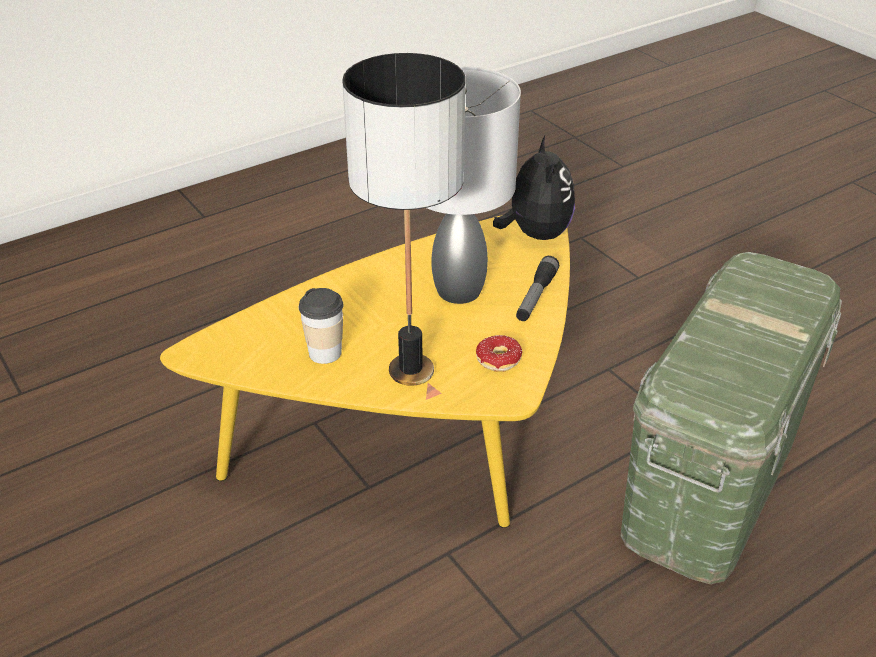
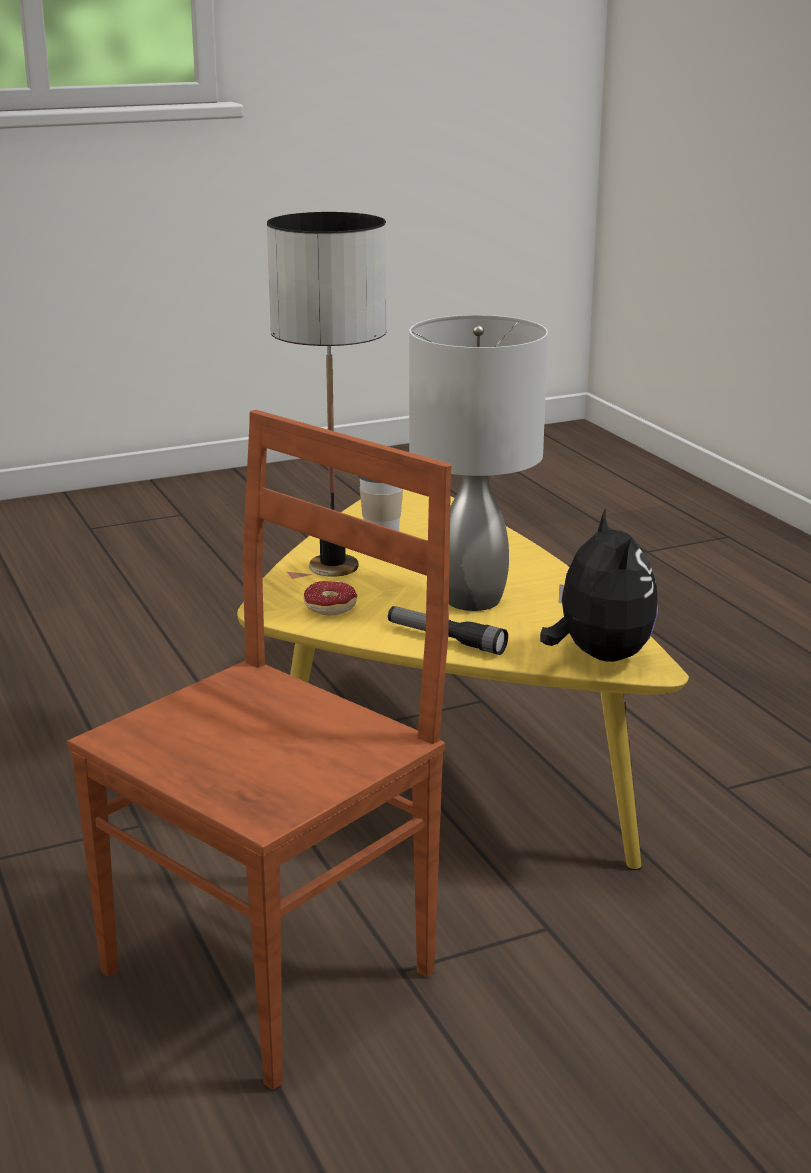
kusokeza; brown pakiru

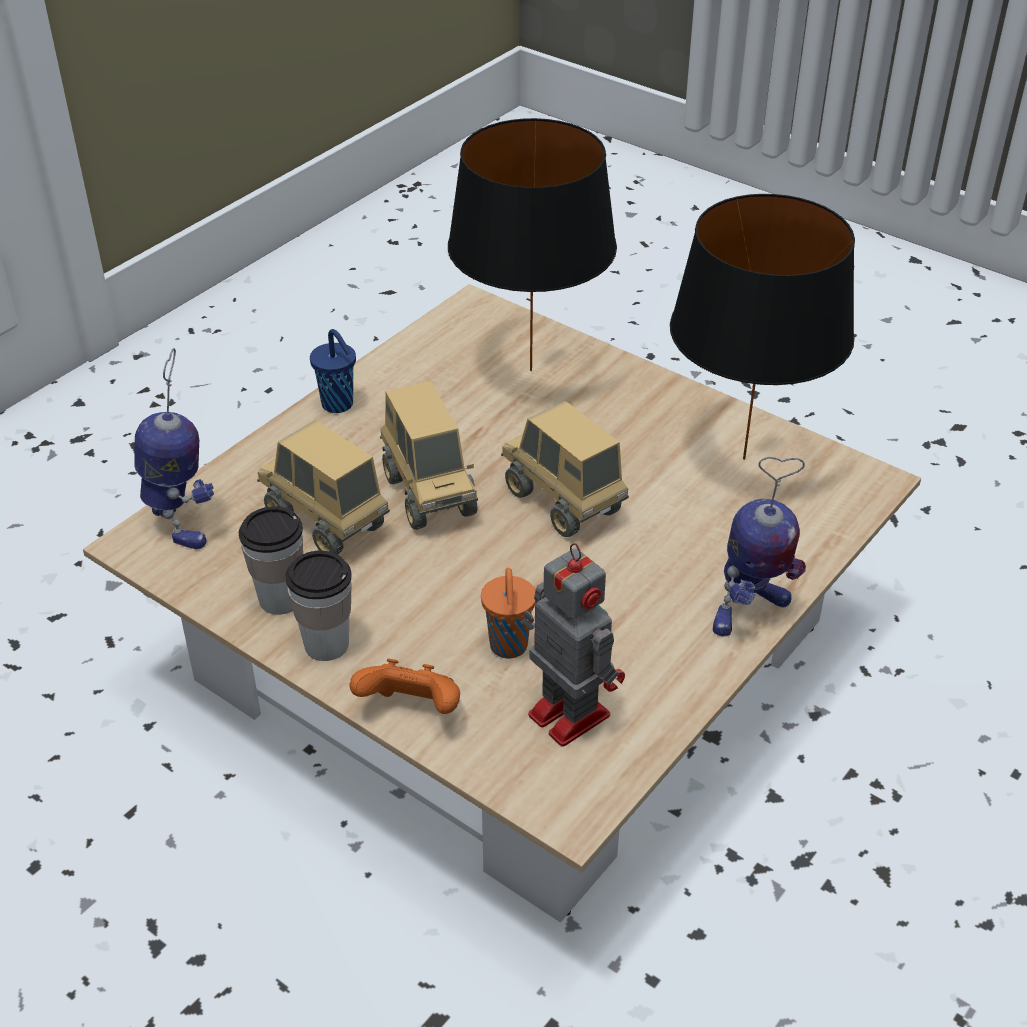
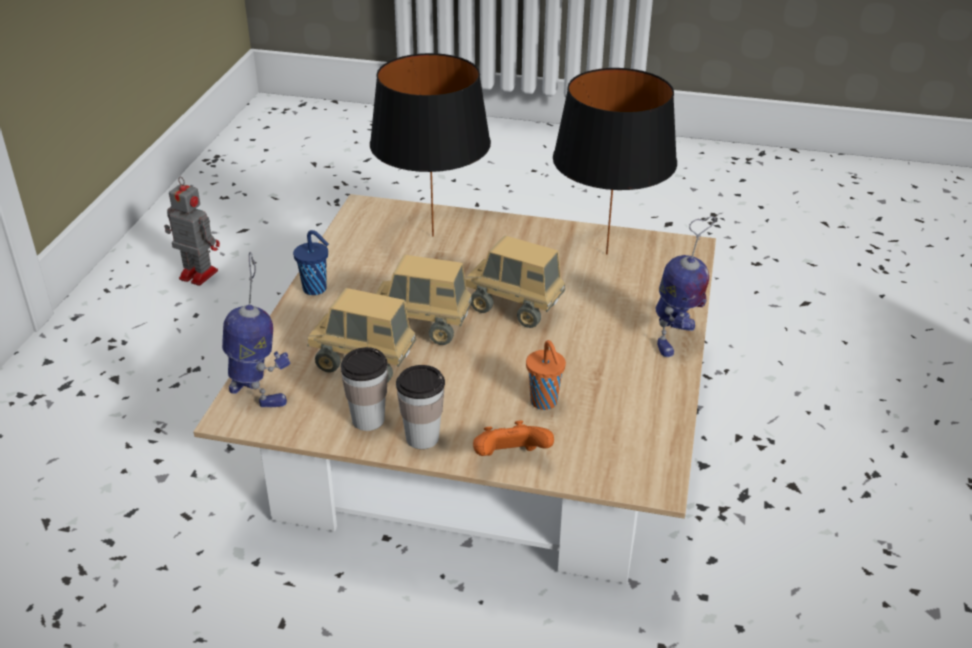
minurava (no. 2 from left); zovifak (no. 1 from left)

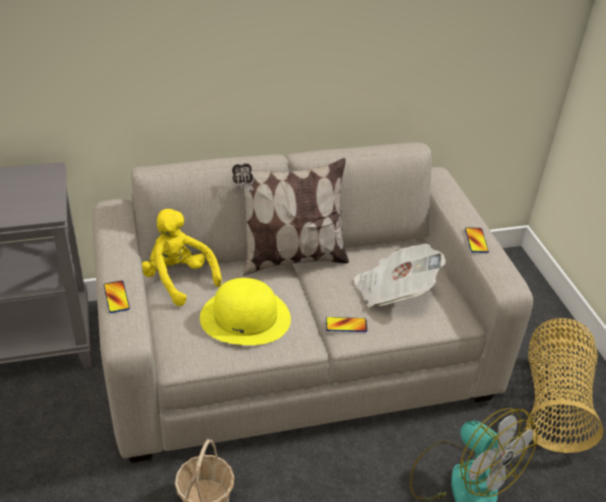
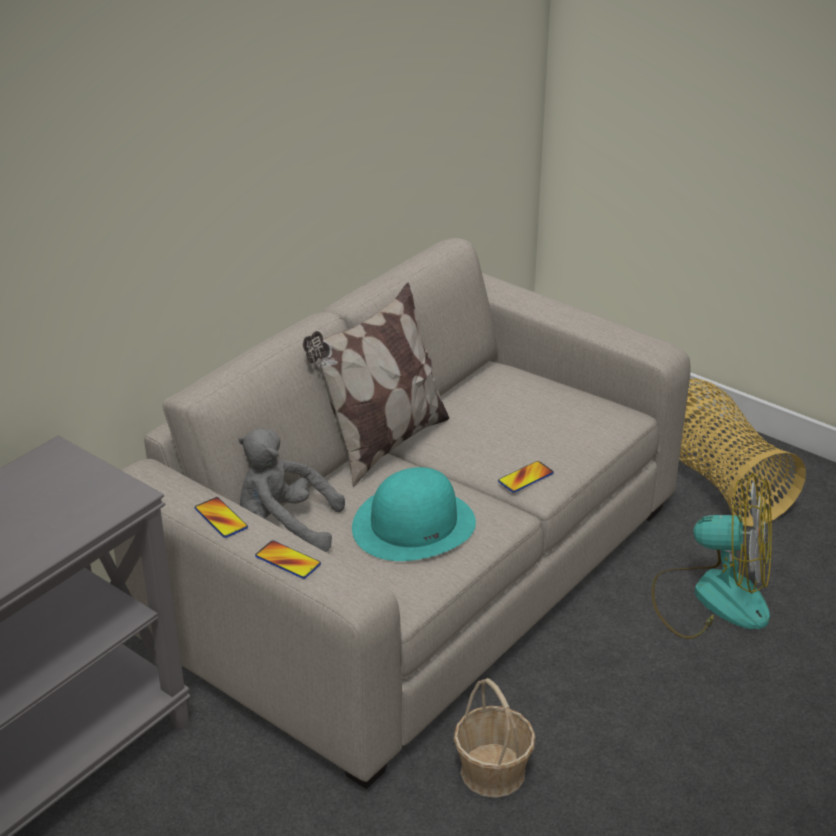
grey kusokeza; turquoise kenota; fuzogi; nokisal (no. 1 from left)

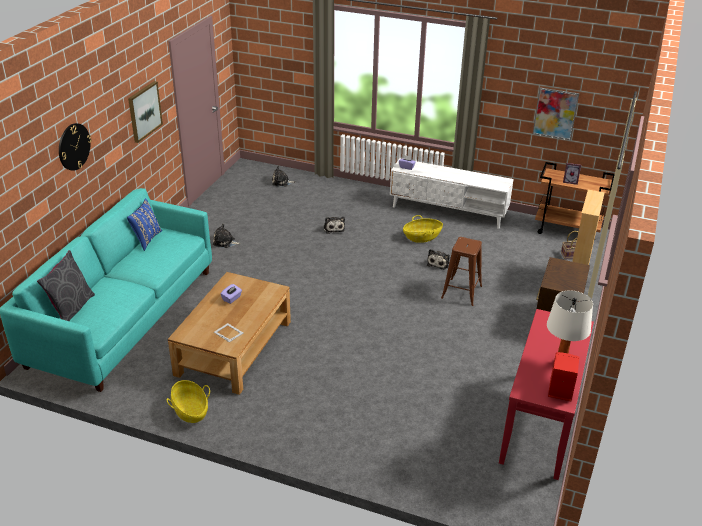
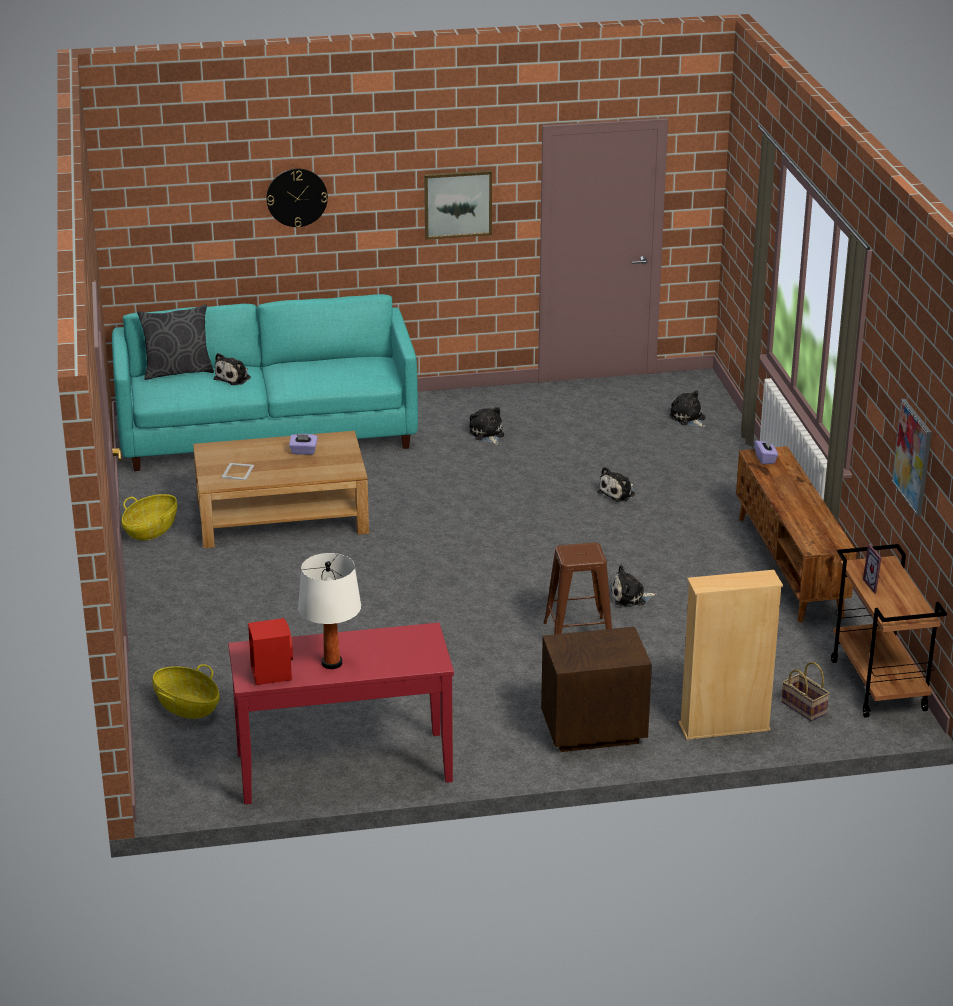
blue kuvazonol; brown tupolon; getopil (no. 2 from left); kusokeza (no. 1 from left)

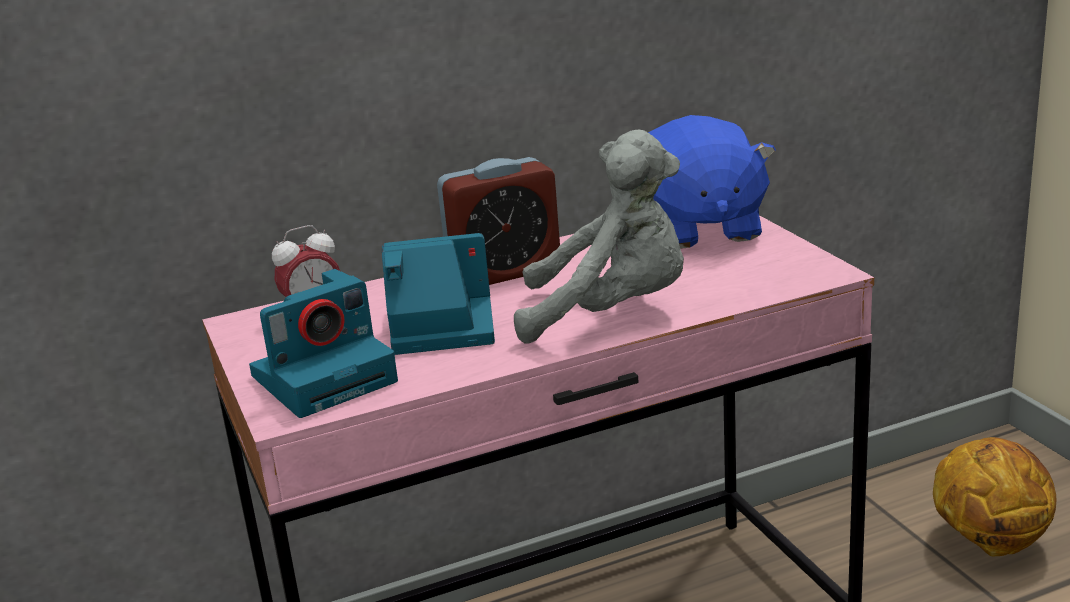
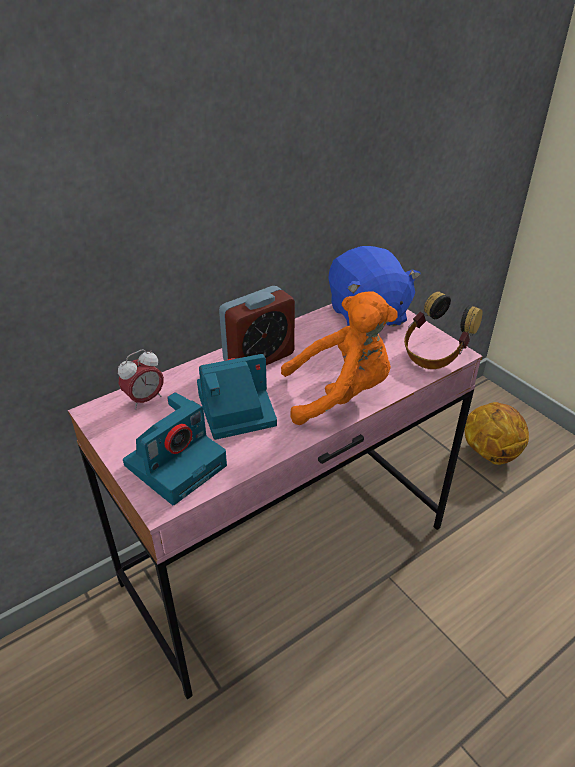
orange kusokeza; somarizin

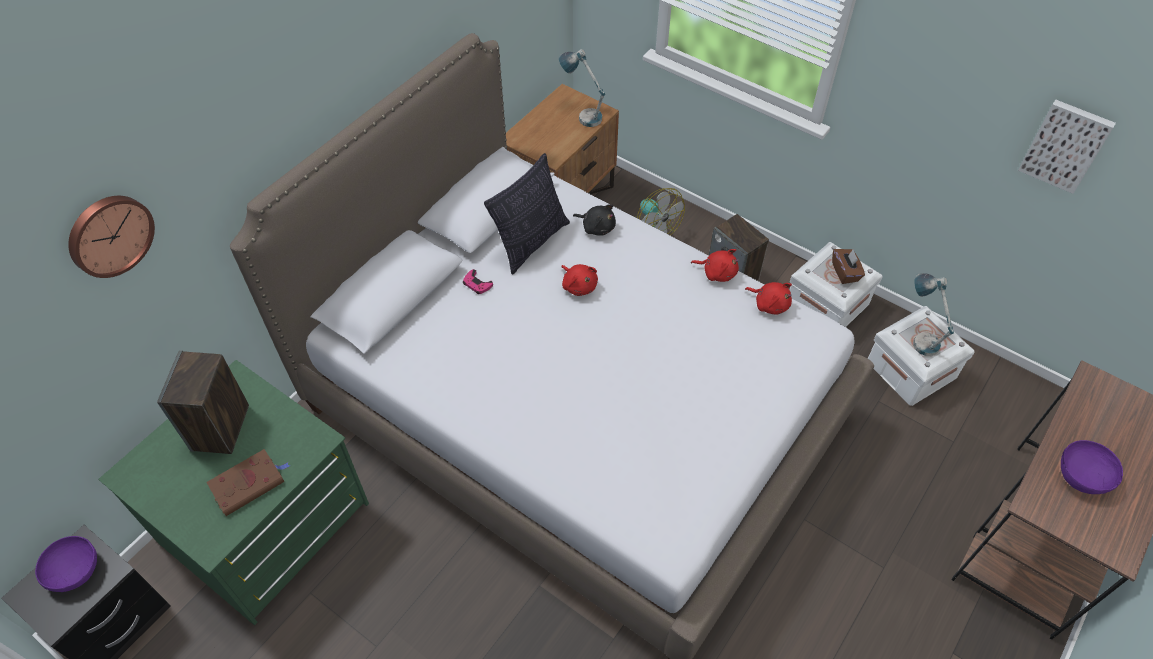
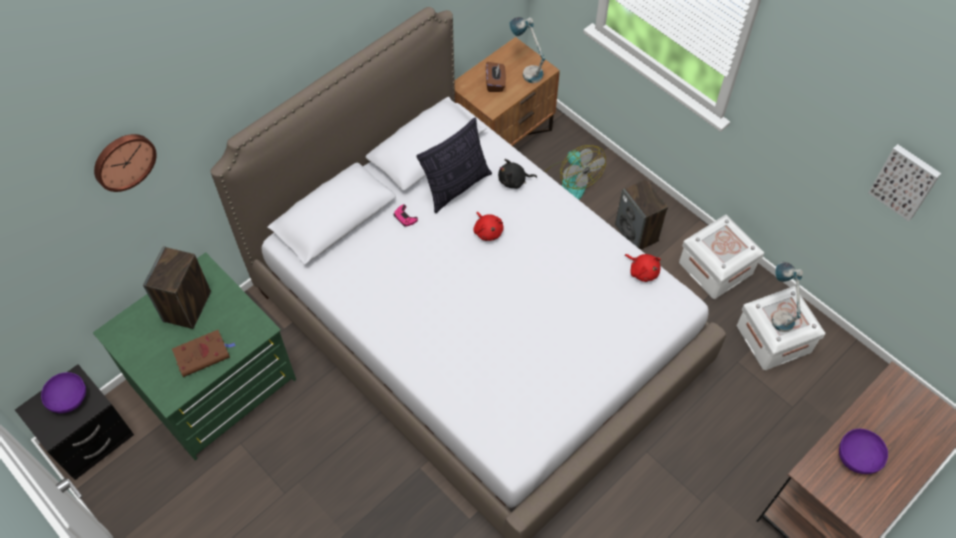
black kusokeza; red kusokeza (no. 2 from left in the first image); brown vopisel

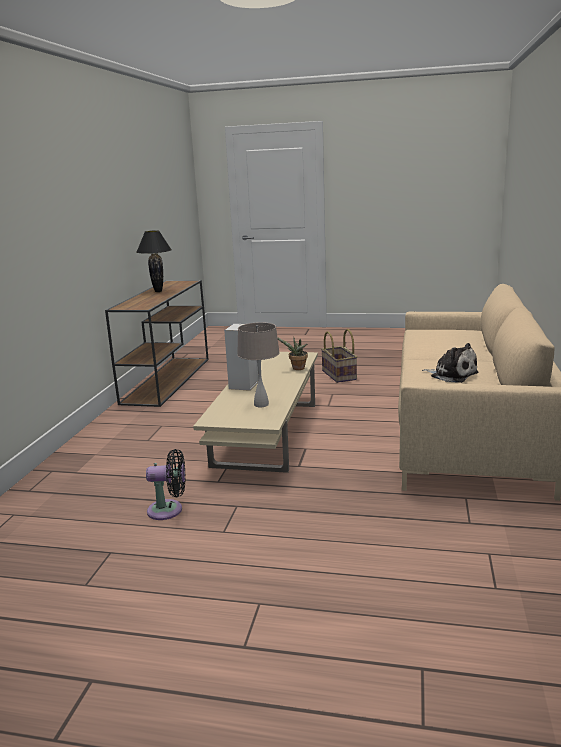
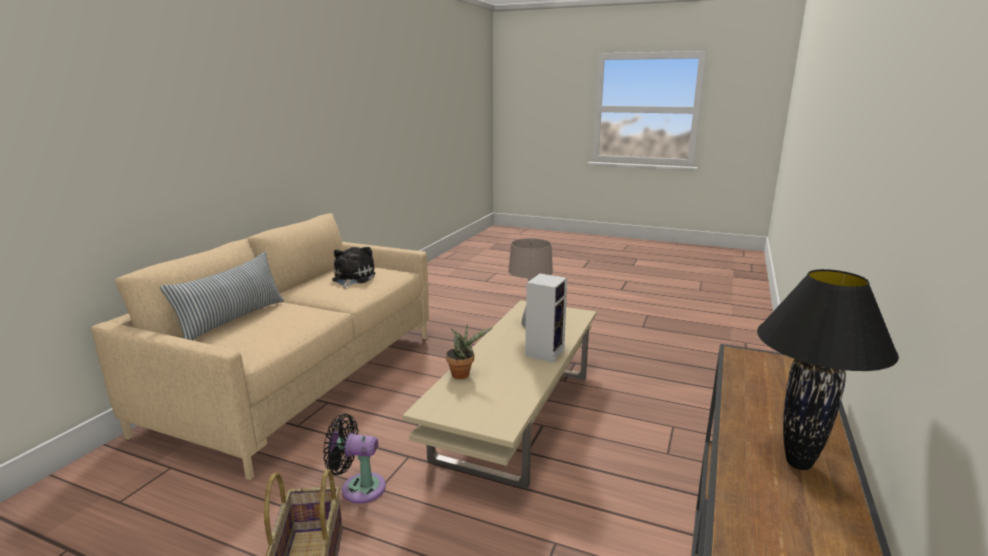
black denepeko; kusokeza; kuvazonol

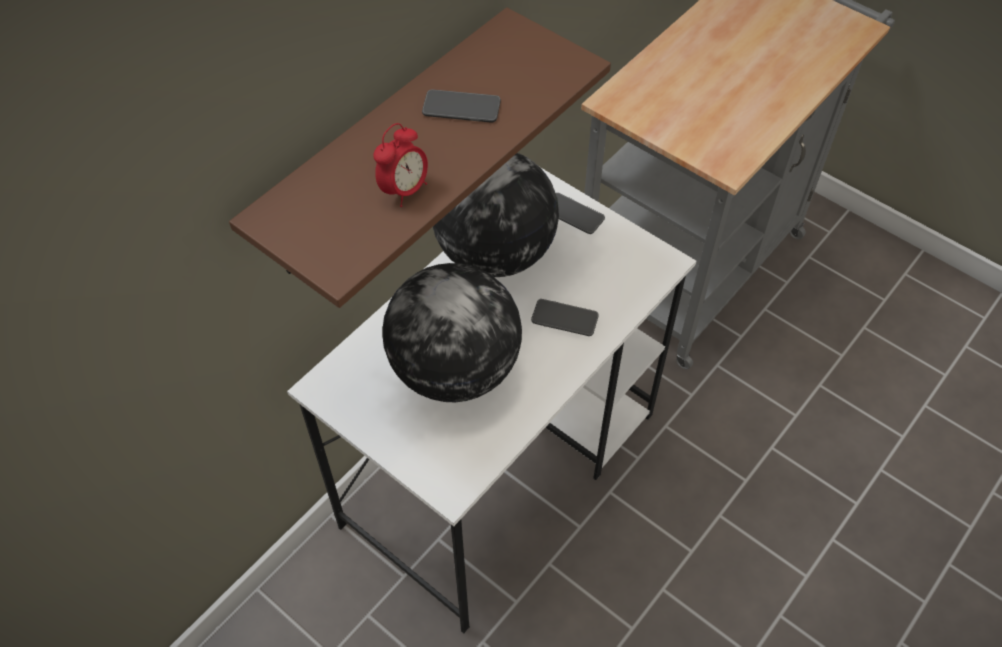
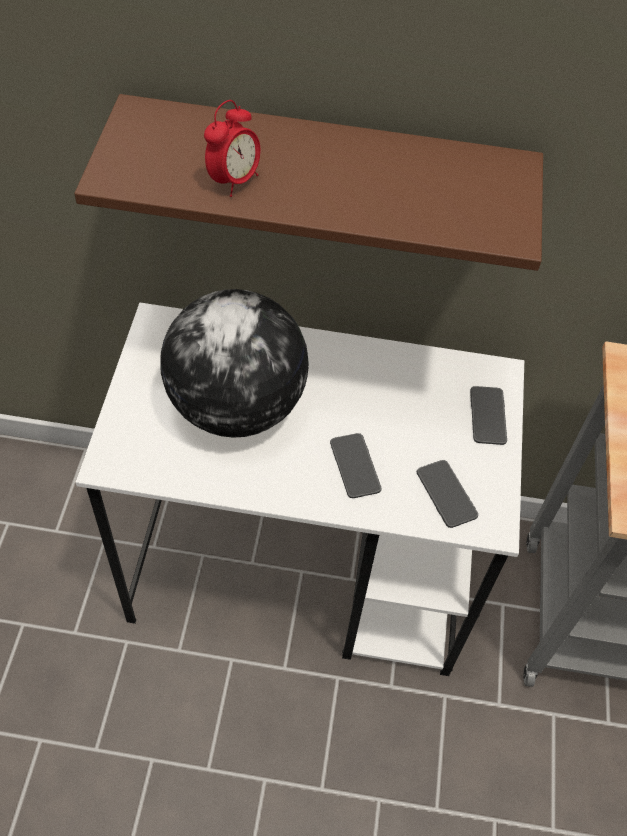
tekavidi; nokisal (no. 2 from left); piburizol (no. 2 from left in the first image)

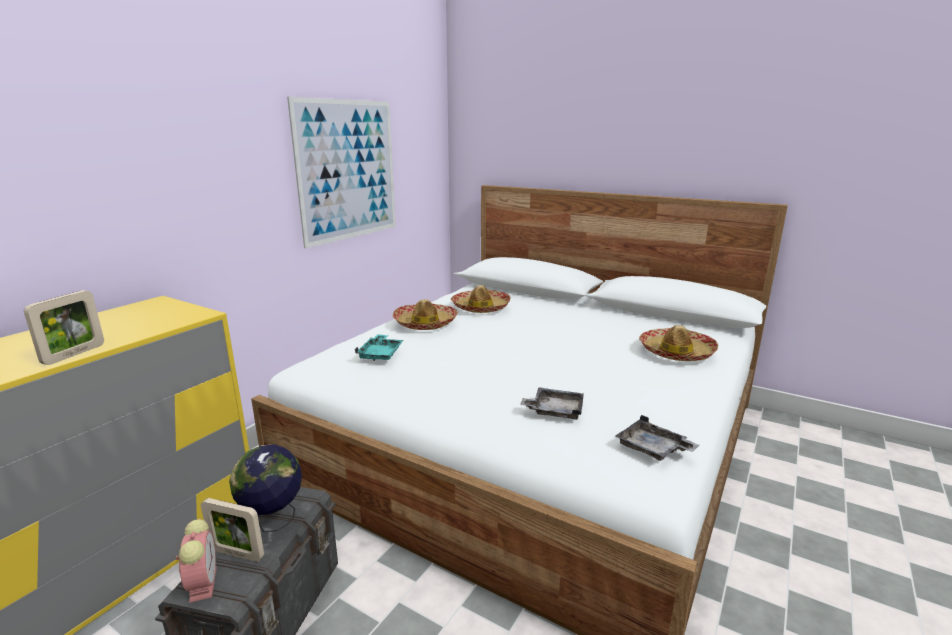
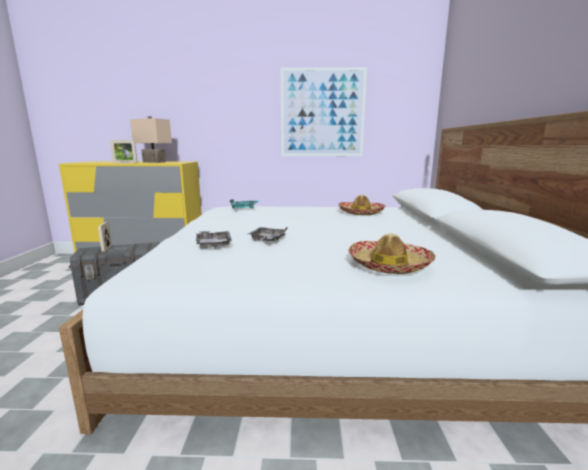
tekavidi; piburizol; kenota (no. 1 from left in the first image); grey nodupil (no. 2 from left); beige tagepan

